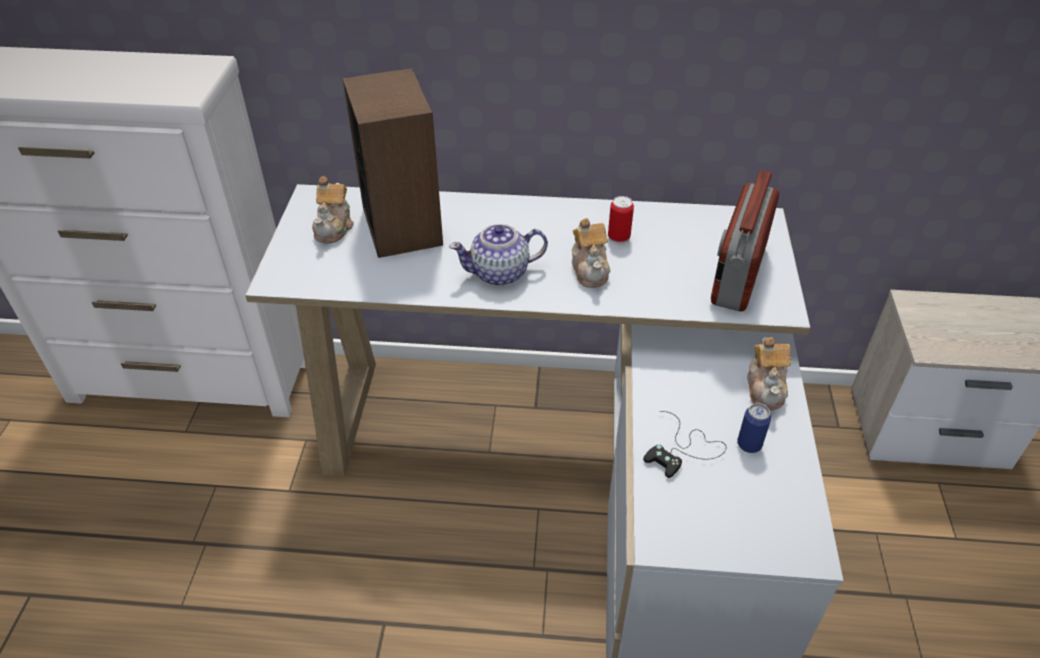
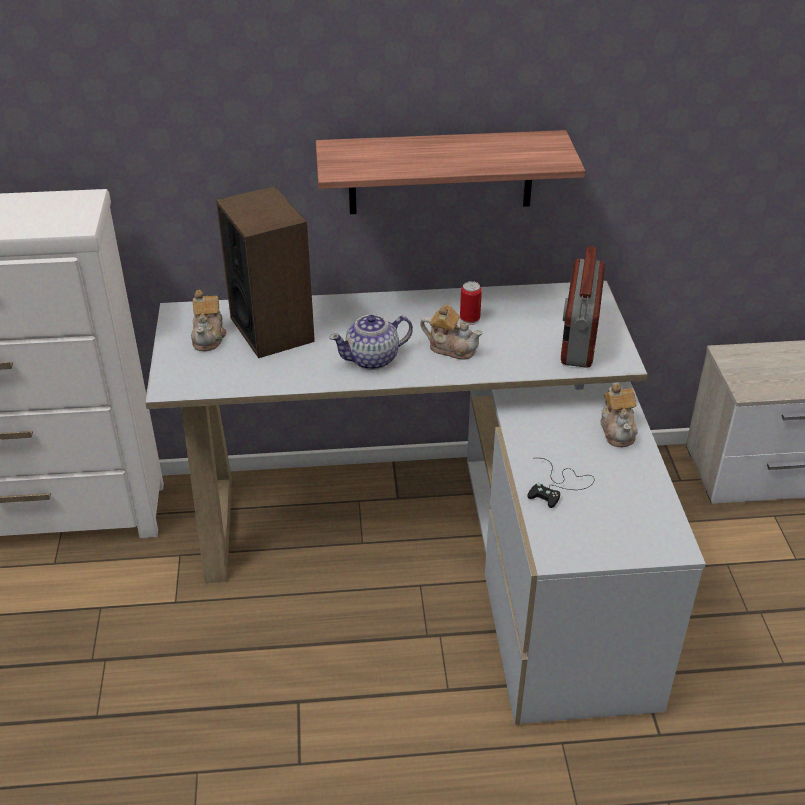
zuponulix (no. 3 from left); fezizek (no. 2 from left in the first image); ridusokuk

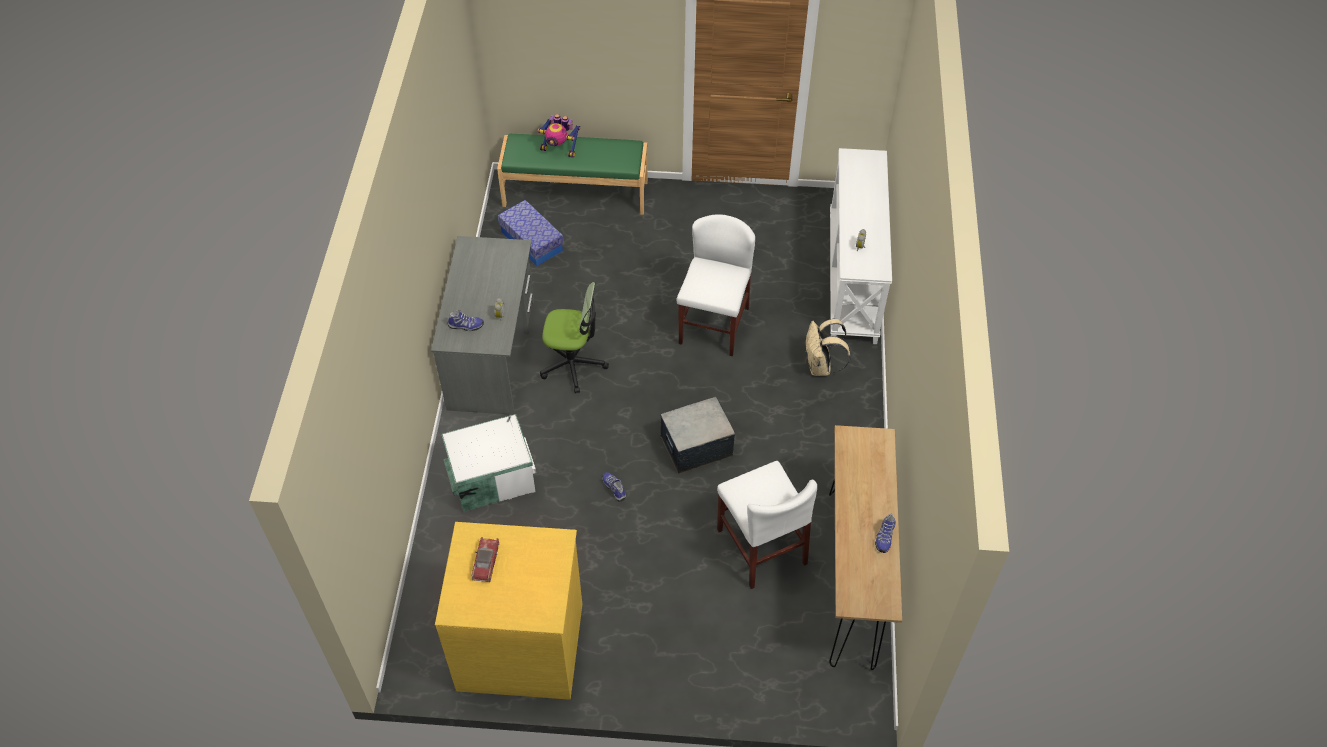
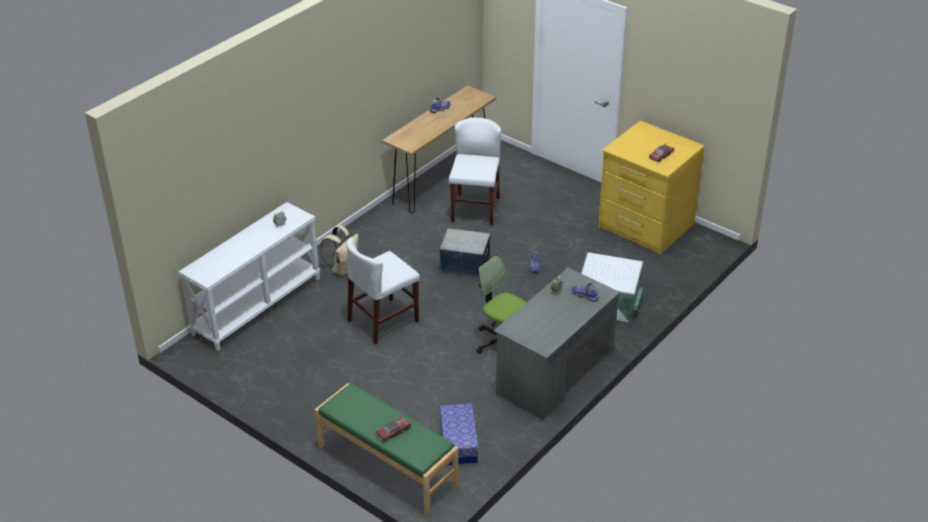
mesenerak (no. 1 from left)

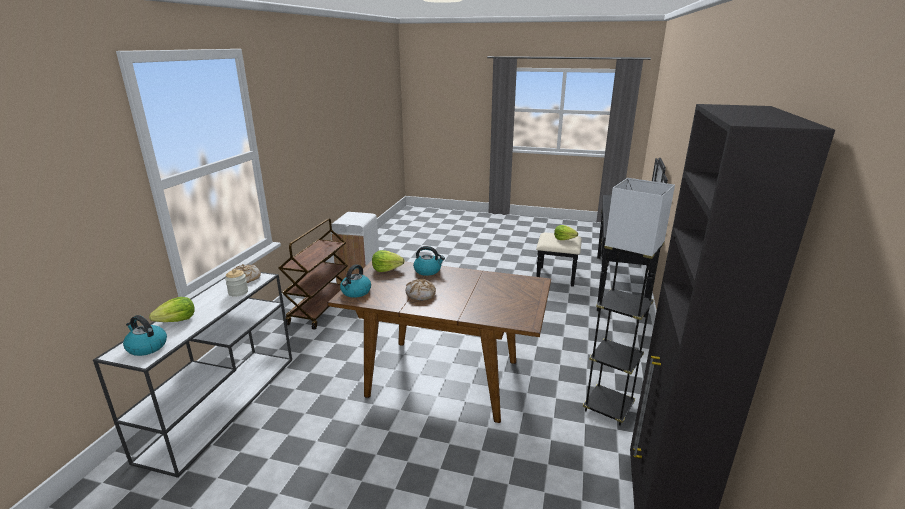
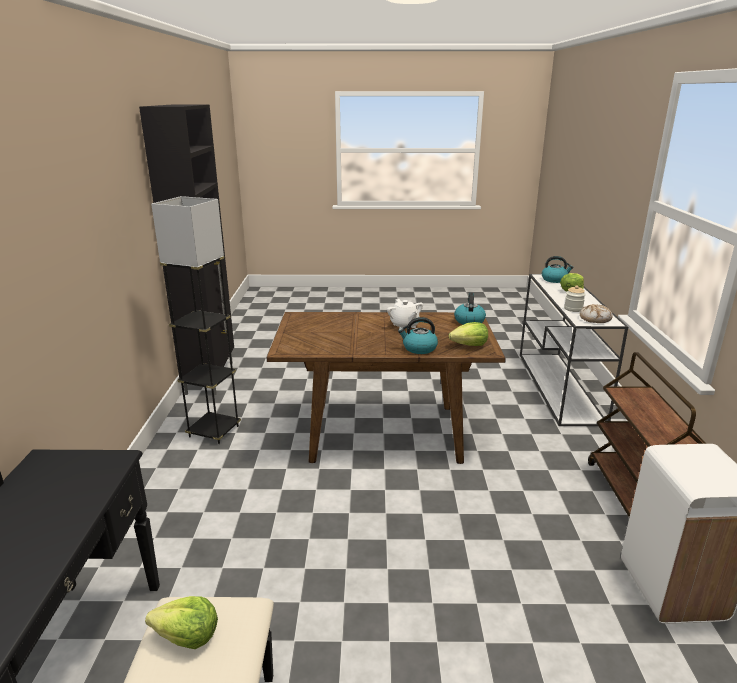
white zuponulix

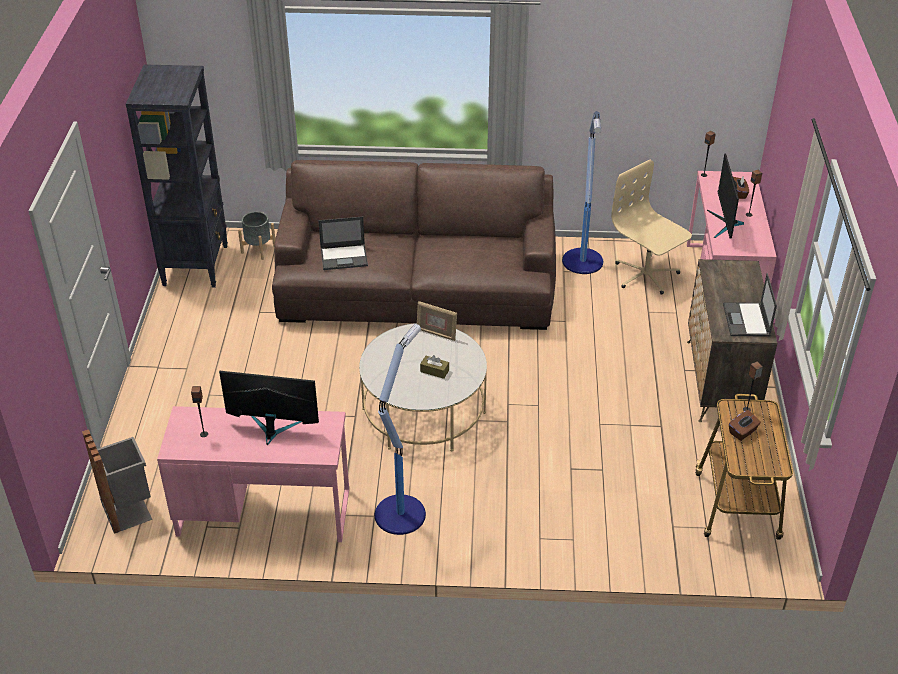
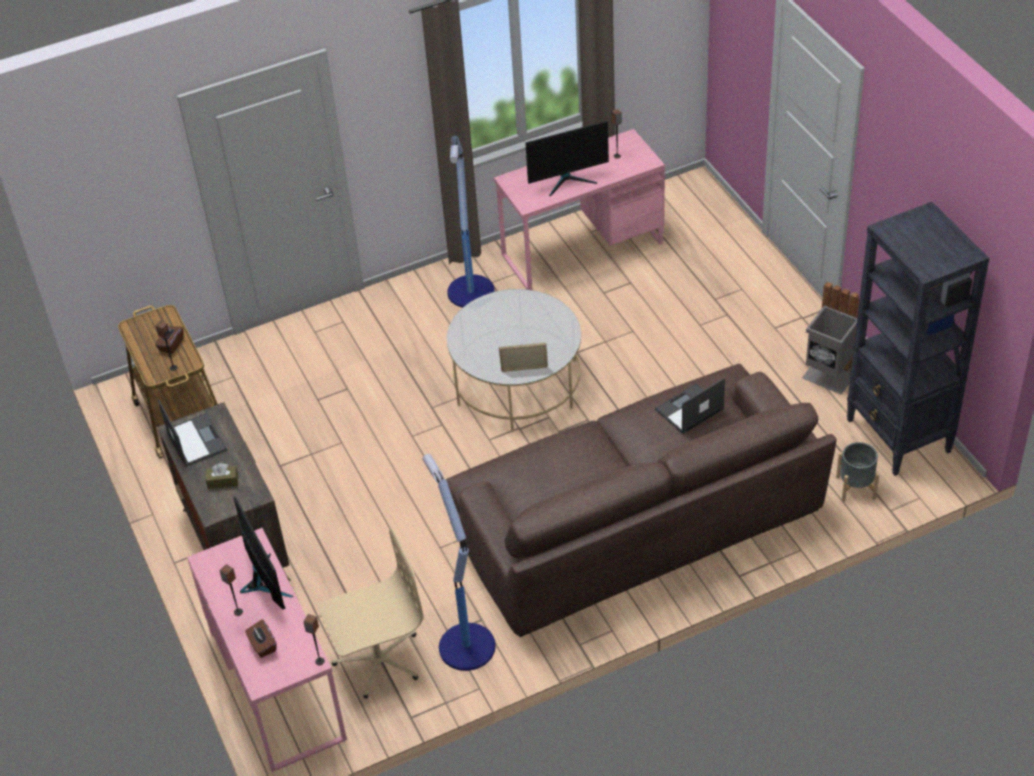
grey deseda; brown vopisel (no. 2 from left); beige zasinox

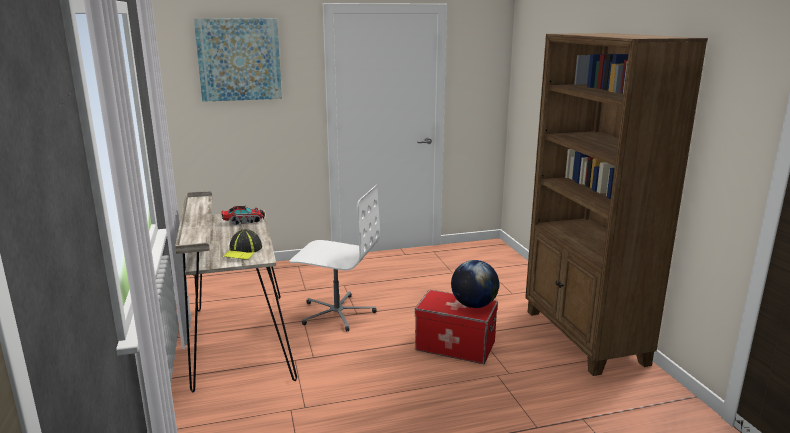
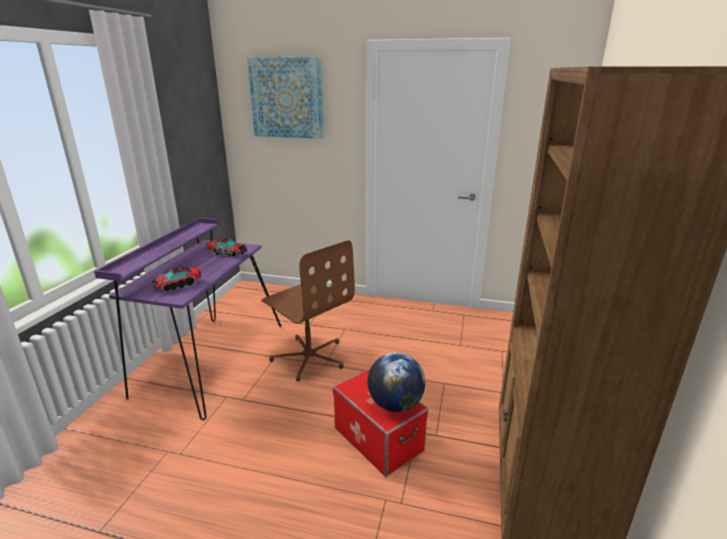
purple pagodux; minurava (no. 1 from left); brown zasinox

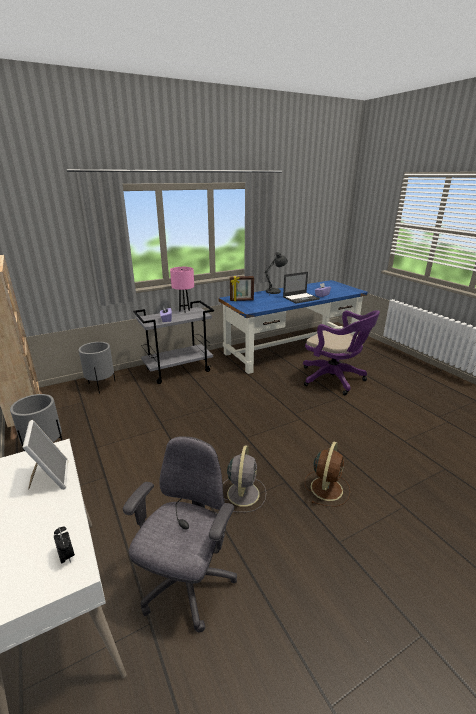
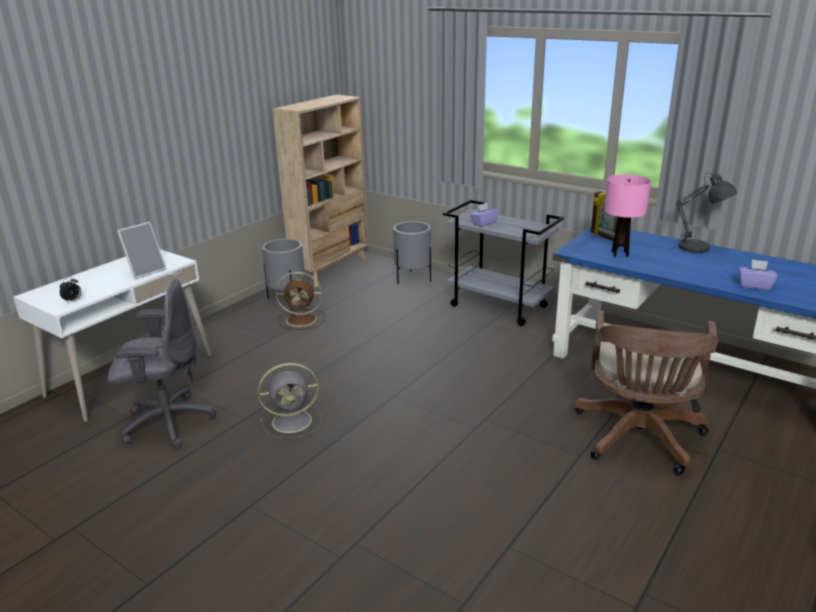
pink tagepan; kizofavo; brown zasinox; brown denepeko

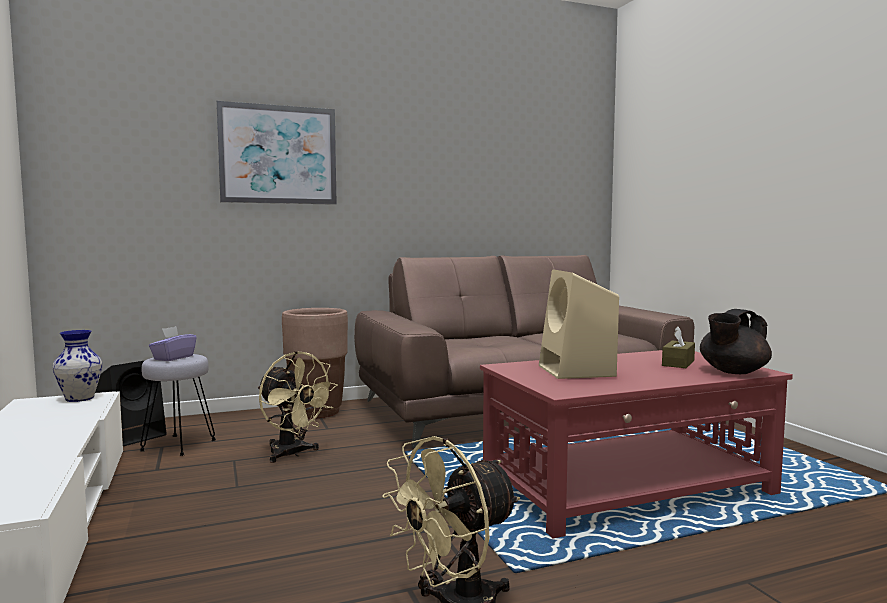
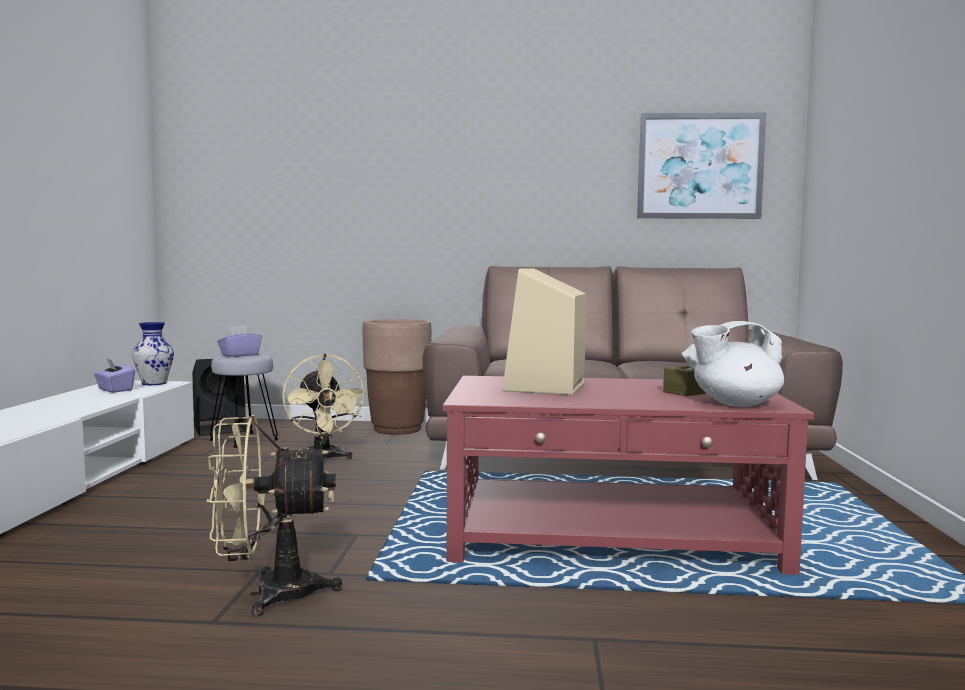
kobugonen; white zuponulix; purple vopisel (no. 1 from left)

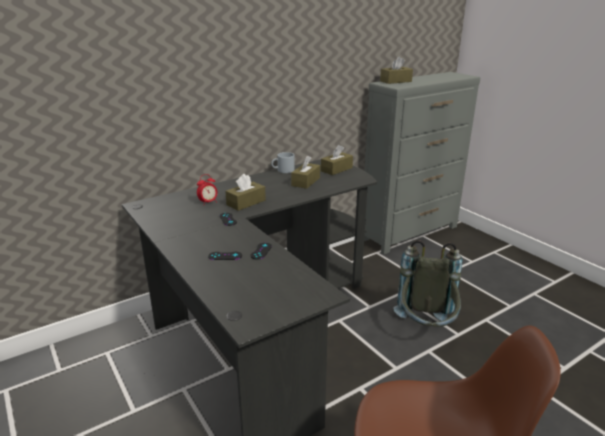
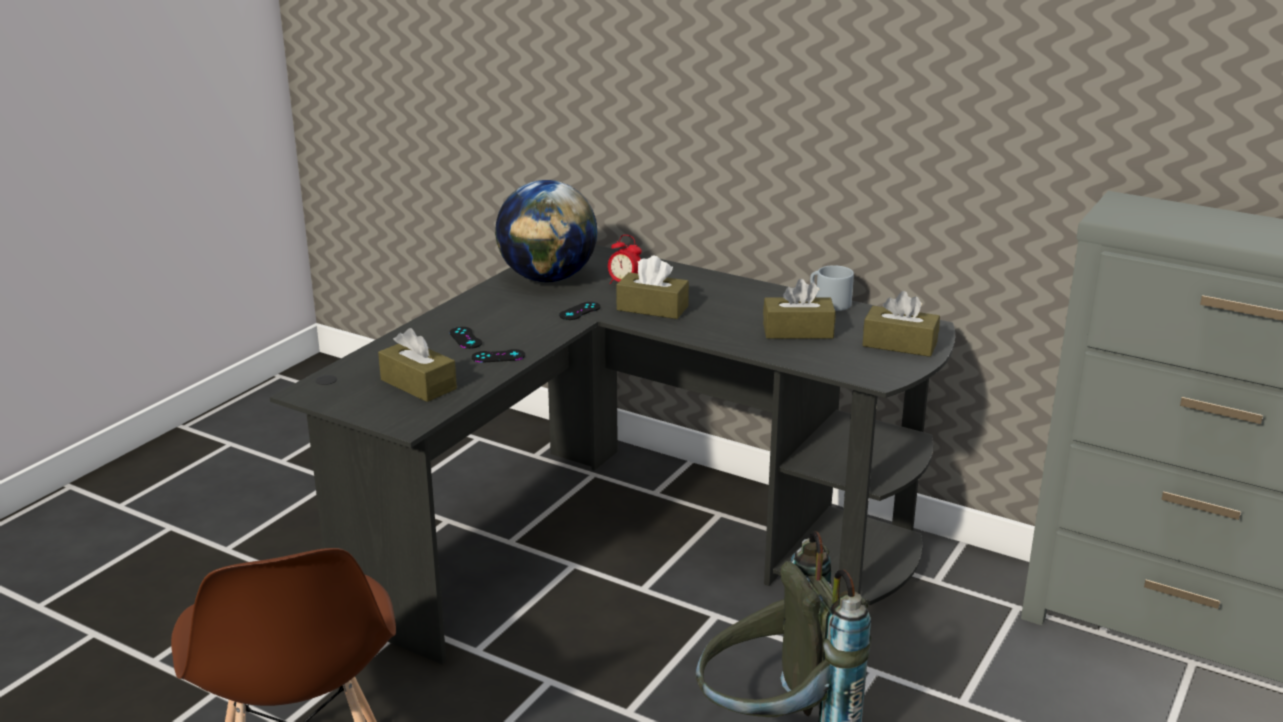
brown vopisel (no. 1 from left); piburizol

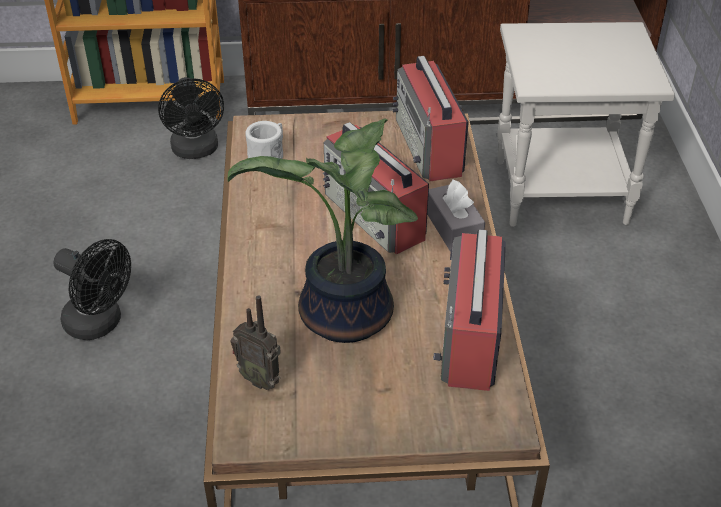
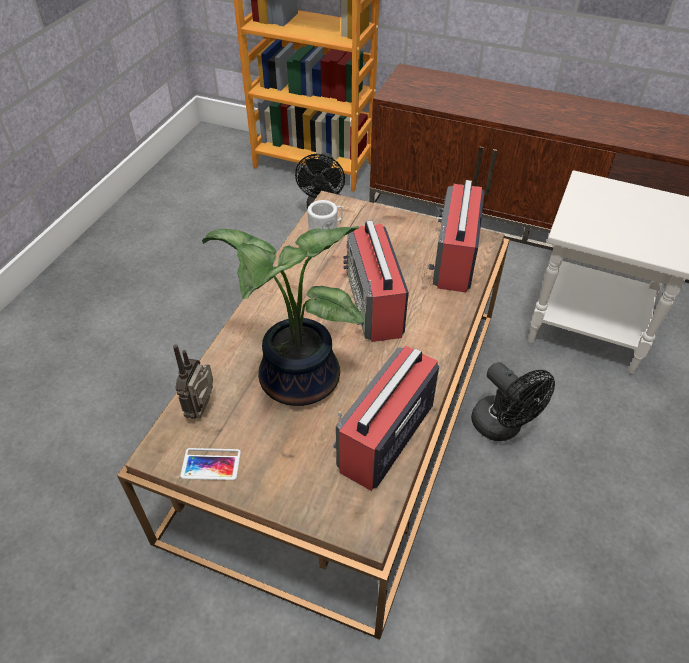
black denepeko (no. 2 from left); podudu (no. 1 from left); grey vopisel; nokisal

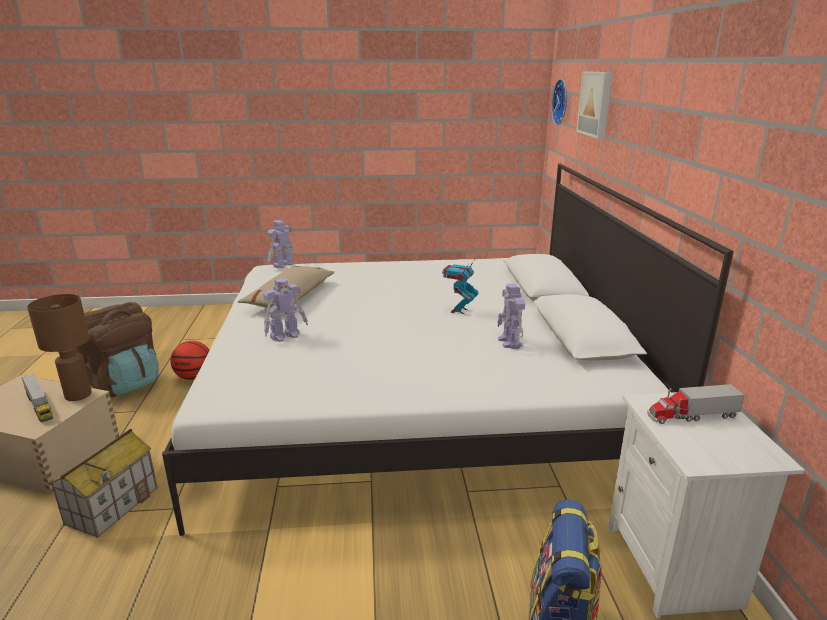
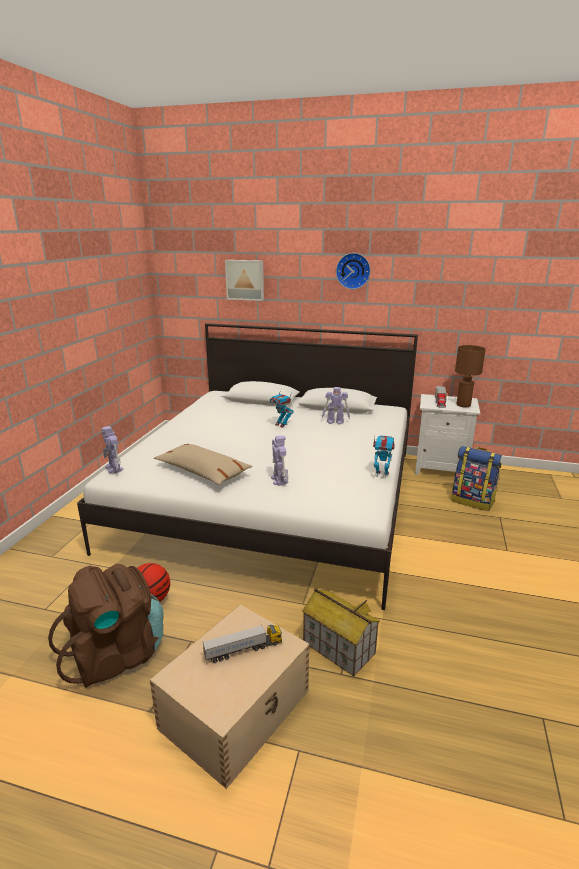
brown tagepan; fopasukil; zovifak (no. 5 from left)

